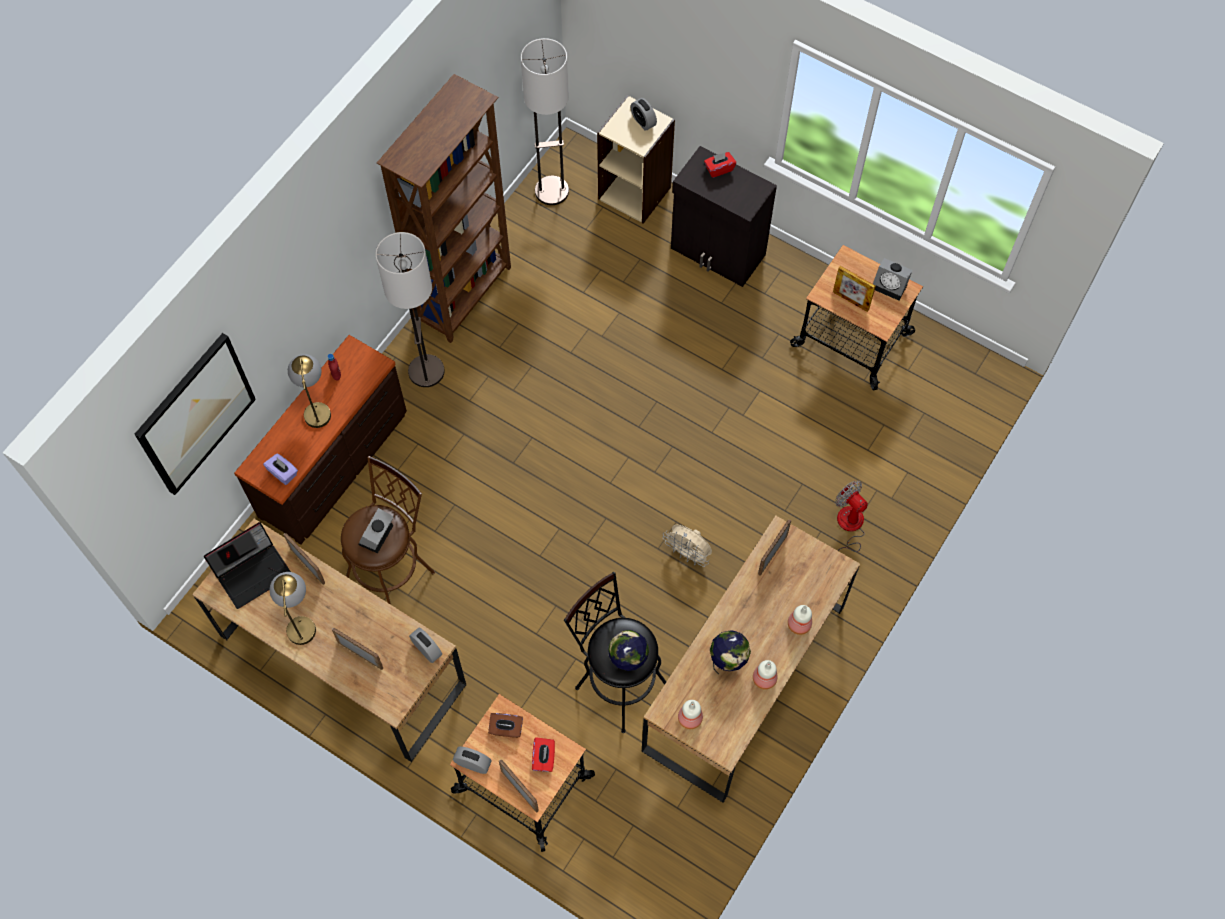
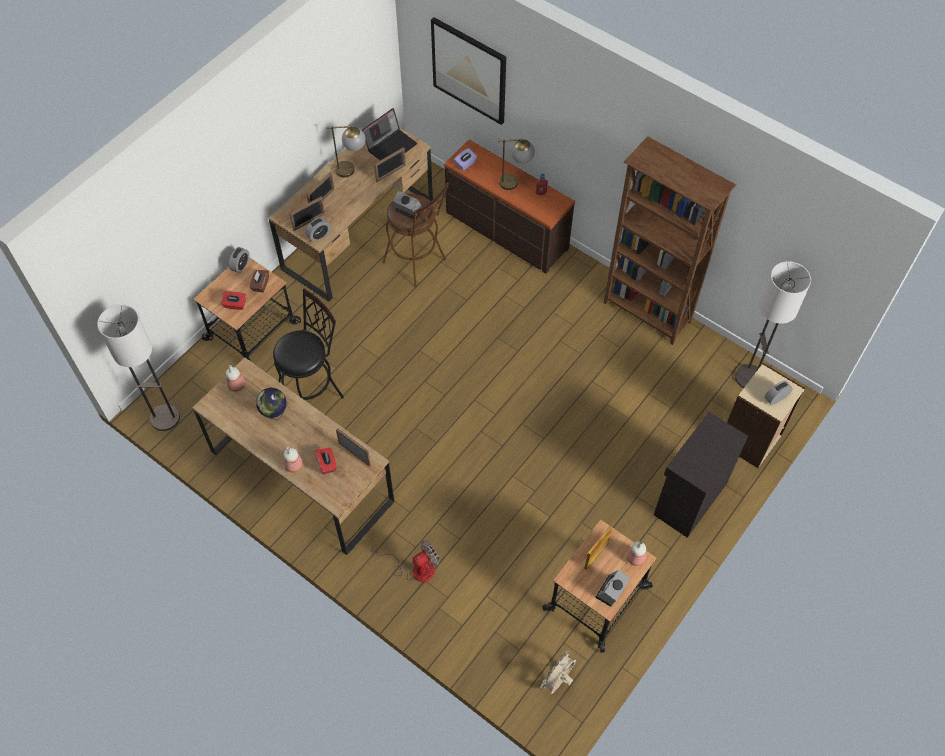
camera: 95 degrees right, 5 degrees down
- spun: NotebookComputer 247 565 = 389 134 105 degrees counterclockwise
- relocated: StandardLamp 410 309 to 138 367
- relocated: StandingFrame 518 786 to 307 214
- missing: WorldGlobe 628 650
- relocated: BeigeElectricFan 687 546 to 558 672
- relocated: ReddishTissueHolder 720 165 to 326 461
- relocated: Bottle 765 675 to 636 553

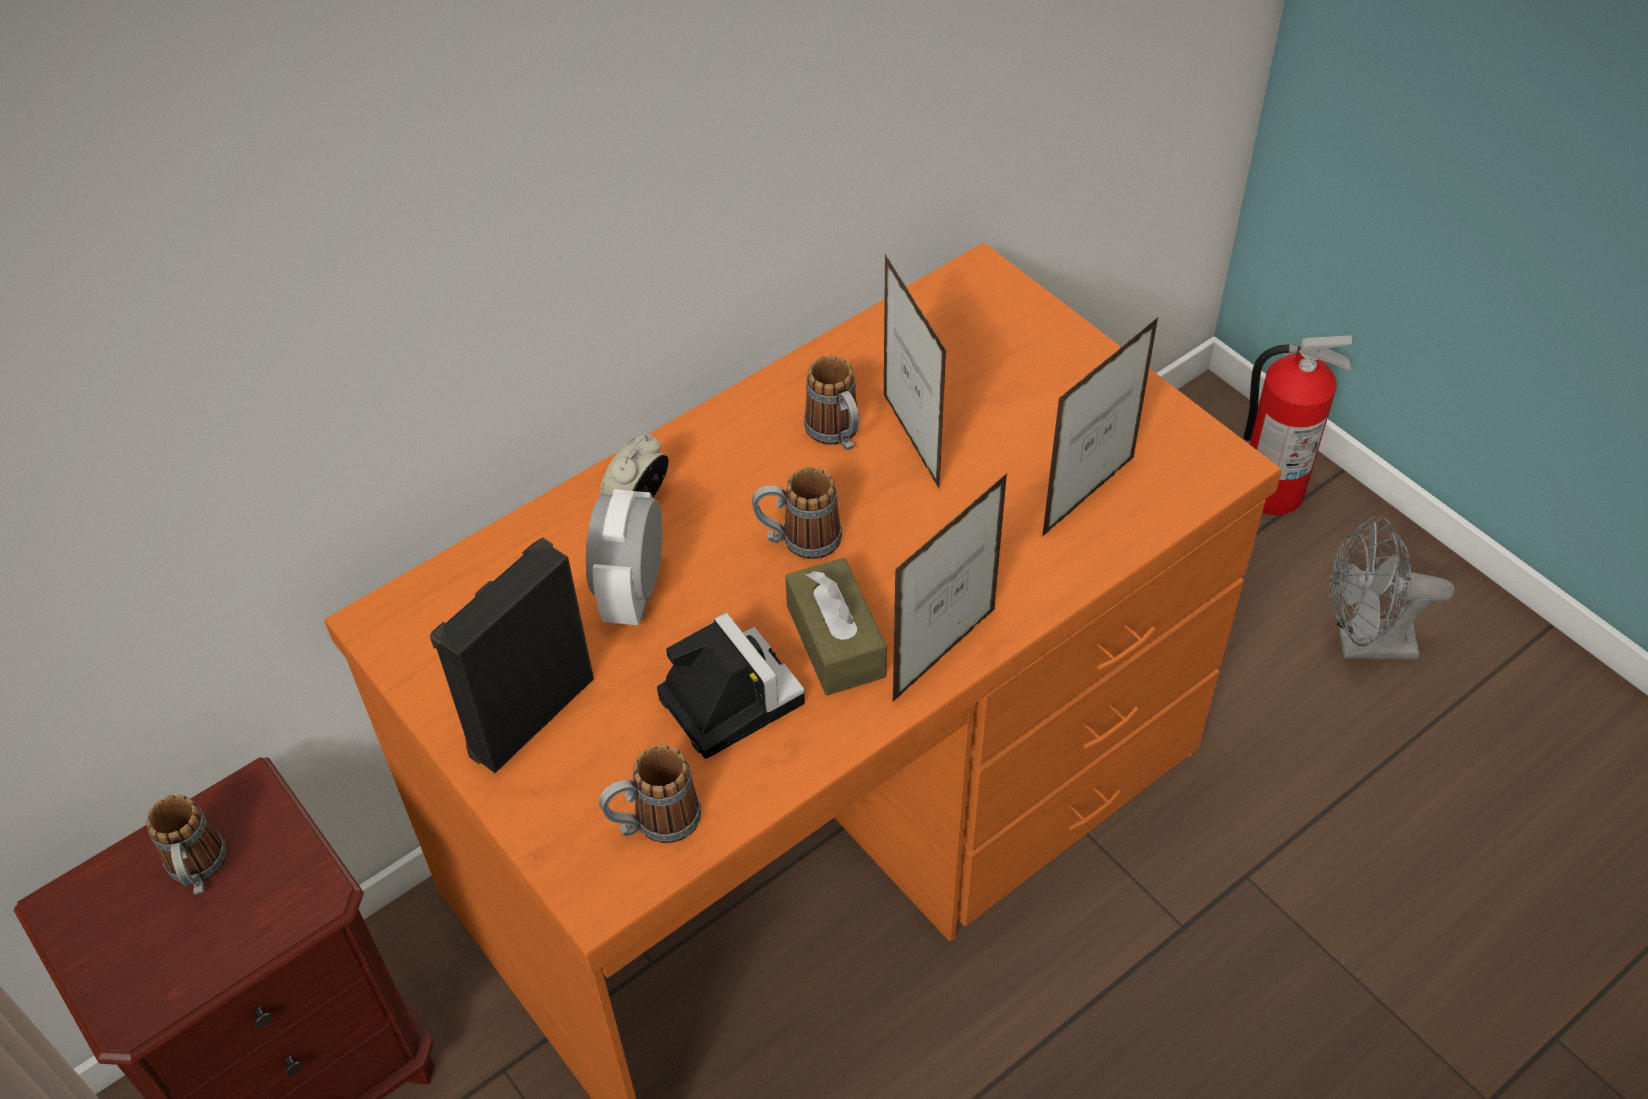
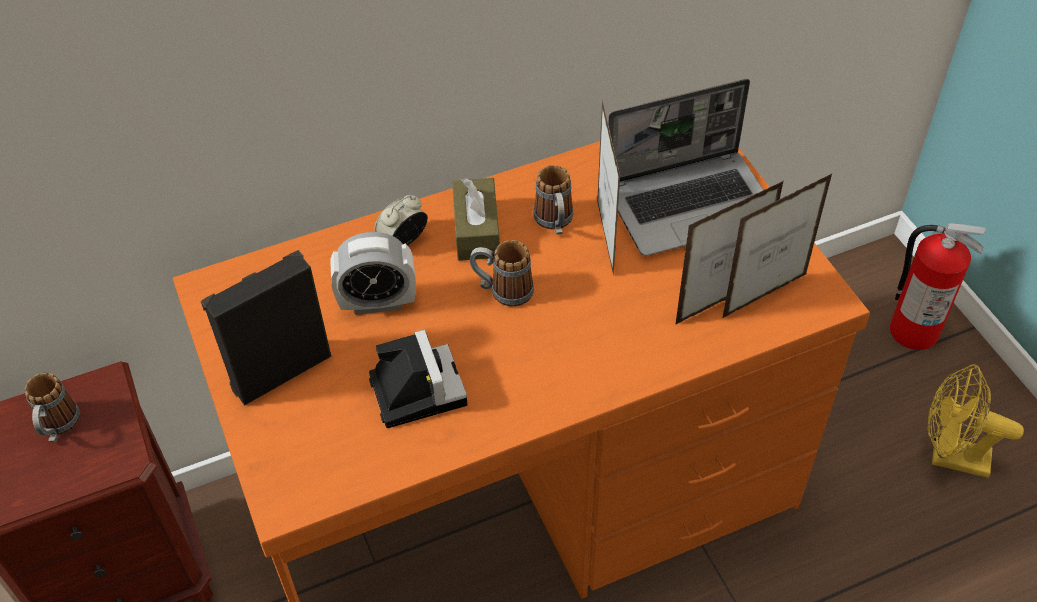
camera: 15 degrees right, 0 degrees up
- spun: TableClock 624 557 = 373 273 120 degrees counterclockwise
- missing: CoffeeMug 650 793
- relocated: BrownTissueHolder 836 627 to 476 219
- relocated: StandingFrame 950 587 to 778 245
- colour: GrayElectricFan 1392 587 to YellowColouredElectricFan 975 421
- appeared: NotebookComputer 685 167

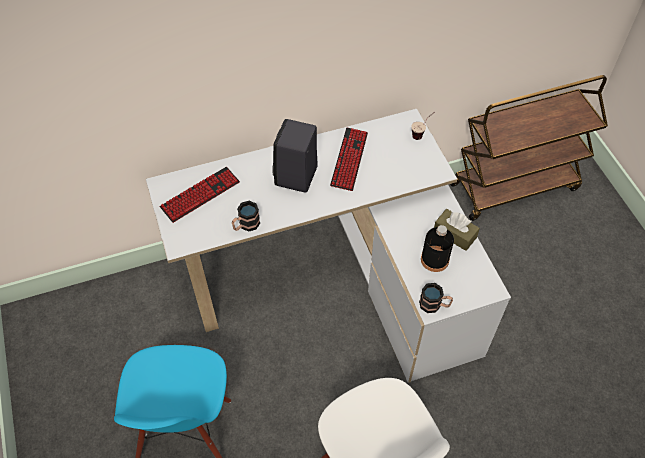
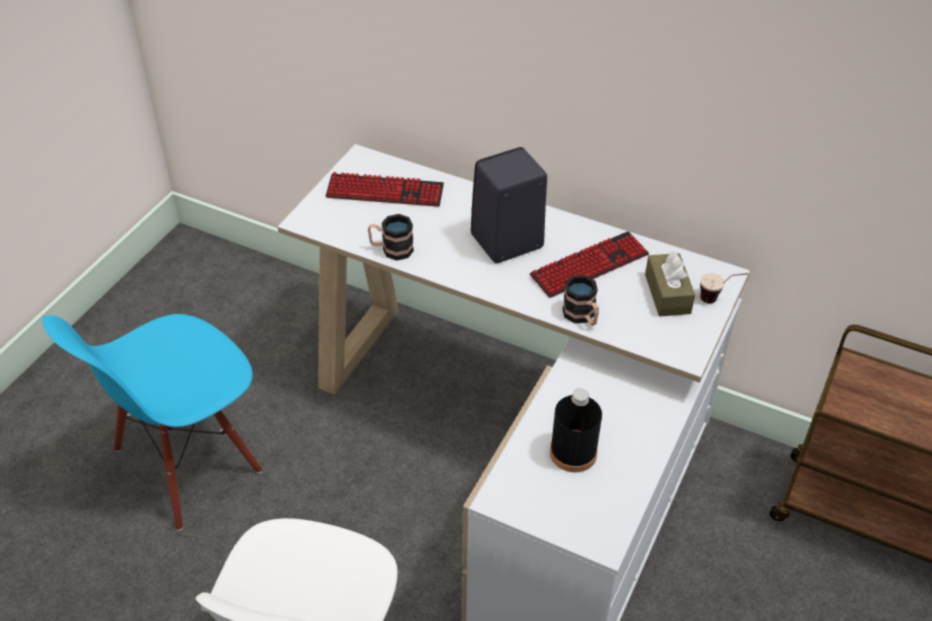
camera: 45 degrees right, 10 degrees down
- relocated: CoffeeMug 436 298 to 580 300
- relocated: BrownTissueHolder 457 230 to 670 283

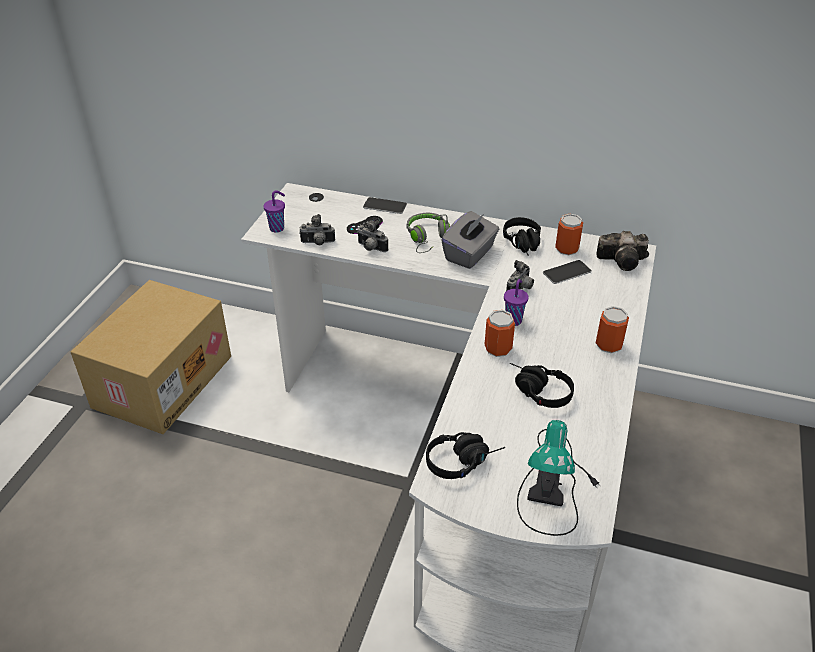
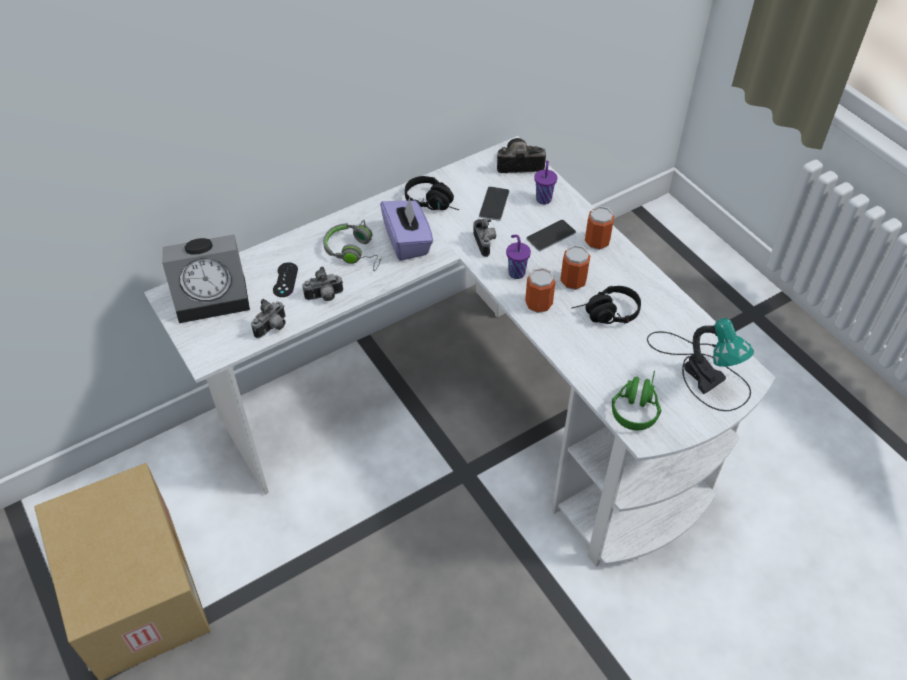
camera: 50 degrees left, 10 degrees up
- relocated: PurpleCup 274 211 to 546 182
- relocated: Telephone 385 205 to 551 235
- colour: BlackColouredPairOfHeadphones 465 455 to GreenishPairOfHeadphones 636 400
- colour: GrayTissueHolder 470 240 to PurpleTissueHolder 406 229
- relocated: Can 569 234 to 575 267
- spun: PhotoCamera 622 251 = 521 155 135 degrees counterclockwise
- appeared: TableClock 206 278

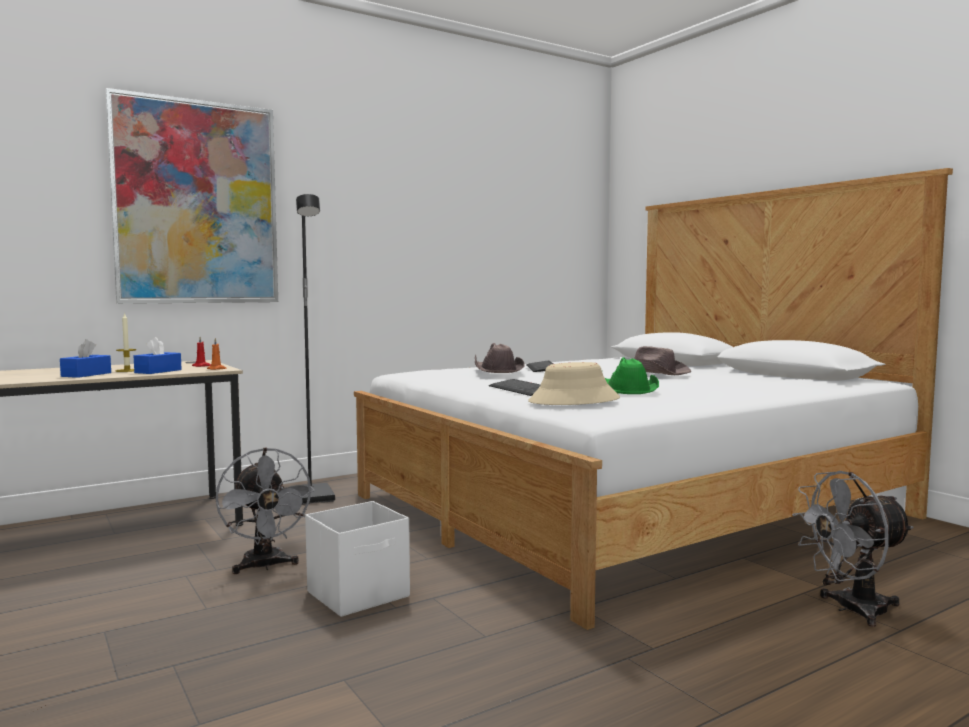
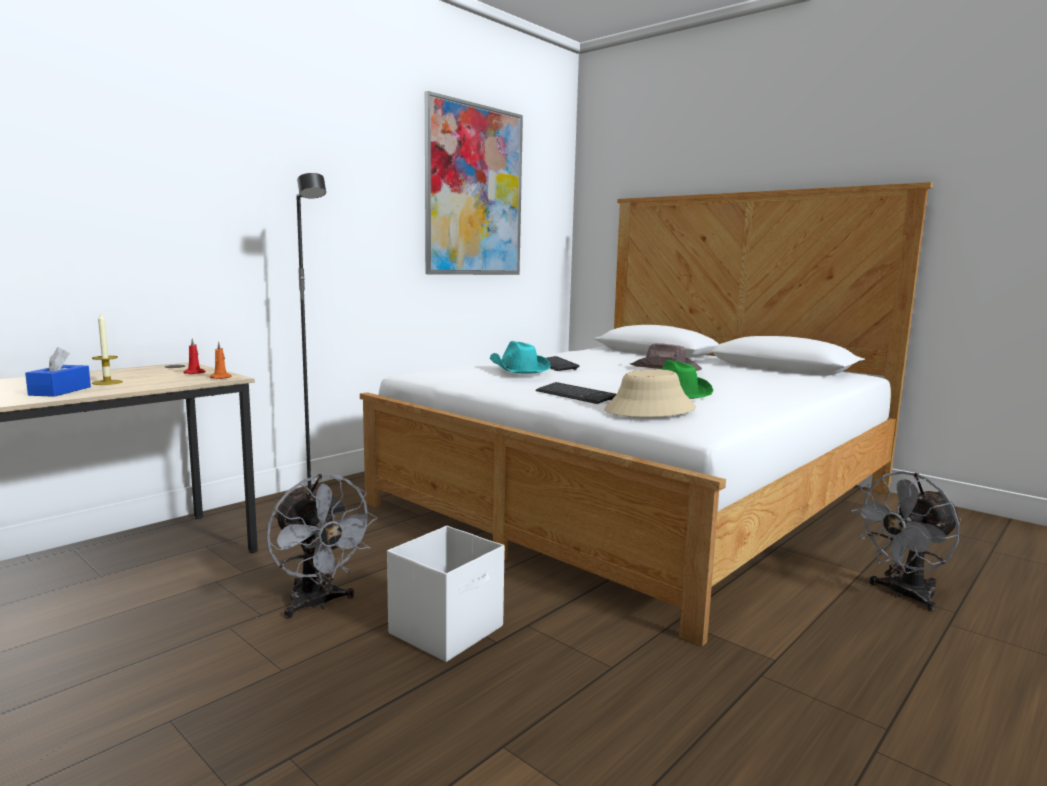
camera: 15 degrees left, 5 degrees up
- relocated: WallArt 191 196 to 474 183
- missing: BlueTissueHolder 158 355
- colour: BrownHat 500 358 to BlueGreenHat 520 357

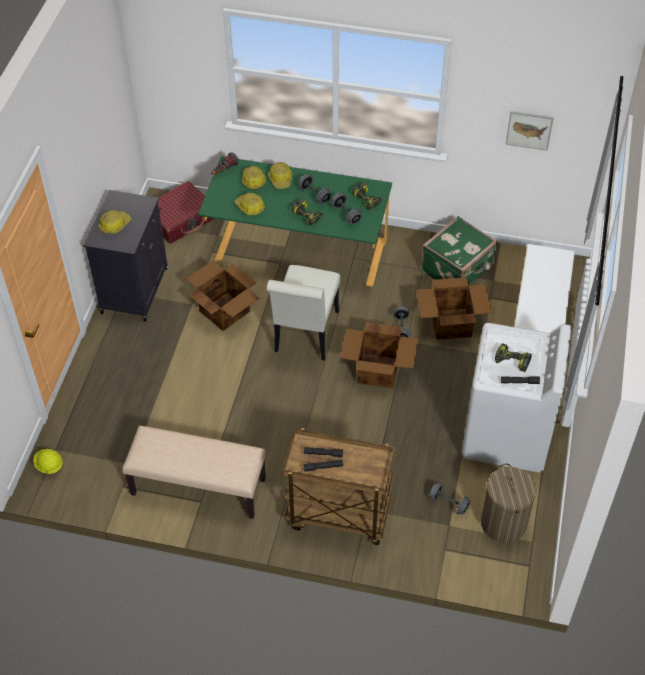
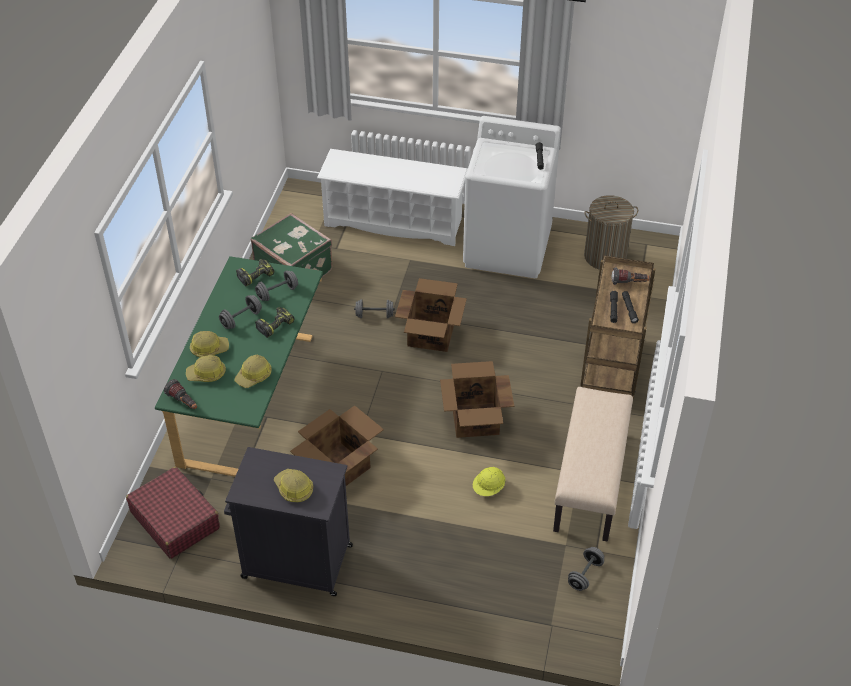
camera: 90 degrees left, 5 degrees down
- relocated: YellowColouredWorkHelmet 48 461 to 489 481
- missing: WhitePlainChair 303 313
- relocated: Carton 454 308 to 477 399
- relocated: GrayDumbbell 449 498 to 586 569
- missing: ElectricDrill 513 357
- missing: WallArt 529 131
- appeared: Torch 630 276

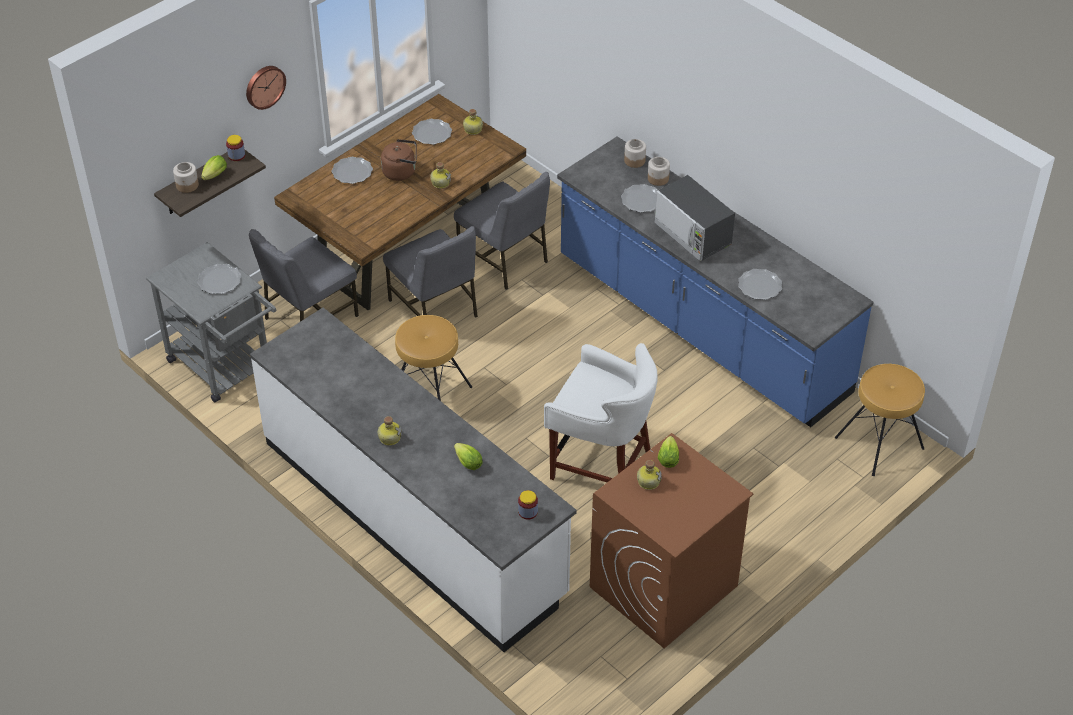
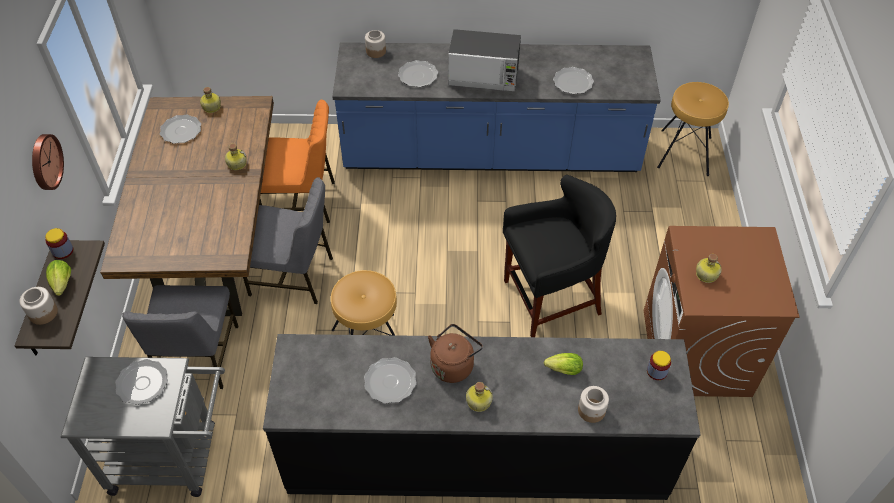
camera: 45 degrees left, 5 degrees up
- colour: WhiteKitchenCounter 413 480 to BlackColouredKitchenCounter 482 417
- relocated: DinnerPlate 352 170 to 390 380
- relocated: BrownKettle 399 160 to 455 353
- colour: GrayPlainChair 502 231 to OrangeColouredPlainChair 297 161
- colour: WhiteStool 601 412 to BlackColouredStool 559 256
- relocated: PreserveJar 659 171 to 593 404
- missing: HeadOfLettuce 668 452

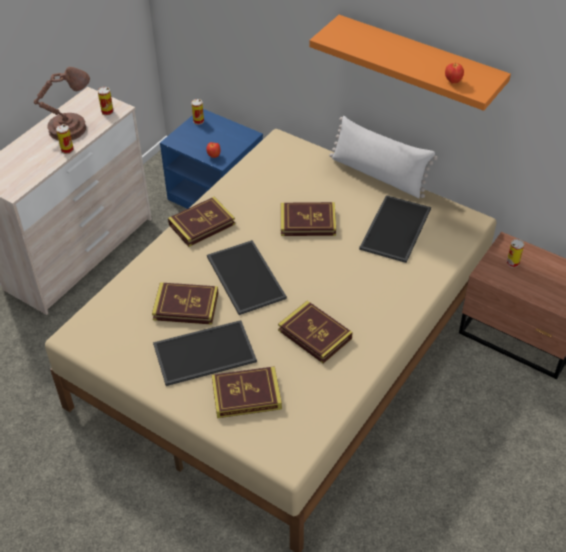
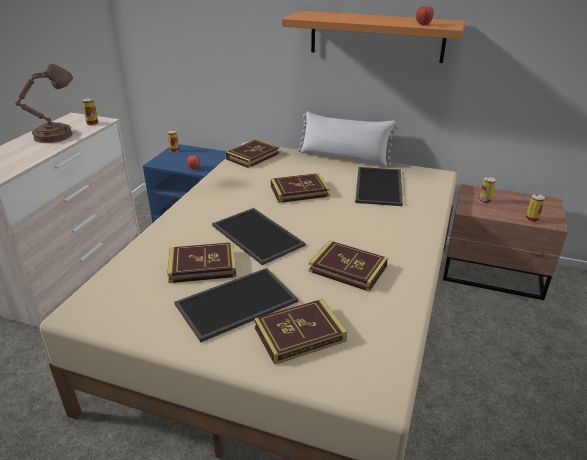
camera: 15 degrees left, 15 degrees down
- relocated: Can 65 139 to 535 208
- relocated: Volume 201 222 to 252 153

